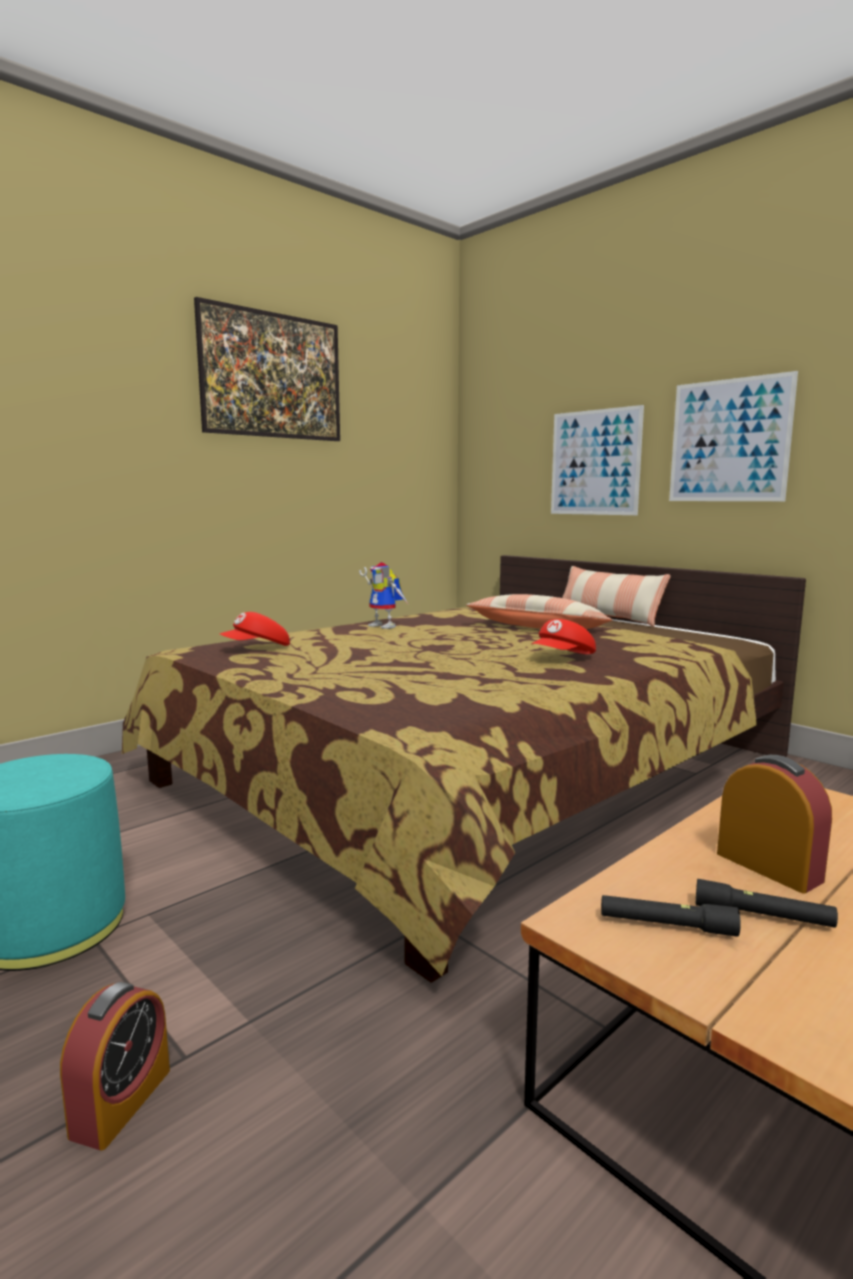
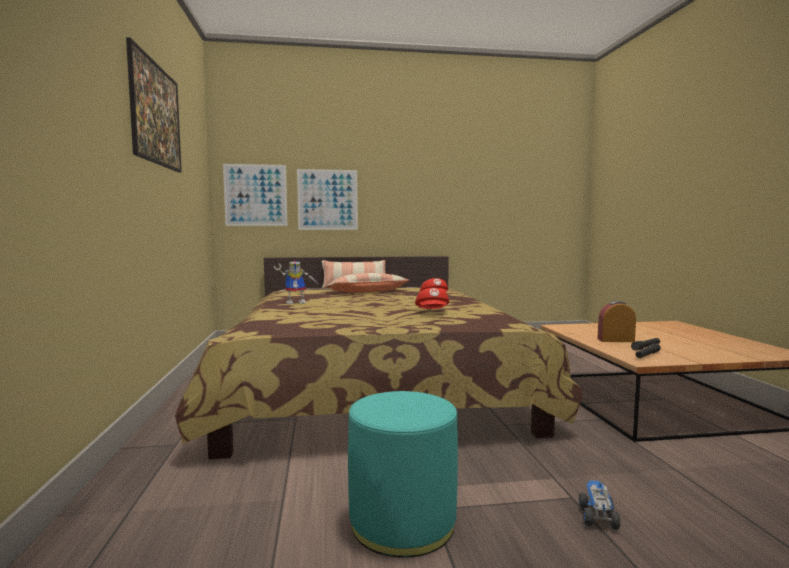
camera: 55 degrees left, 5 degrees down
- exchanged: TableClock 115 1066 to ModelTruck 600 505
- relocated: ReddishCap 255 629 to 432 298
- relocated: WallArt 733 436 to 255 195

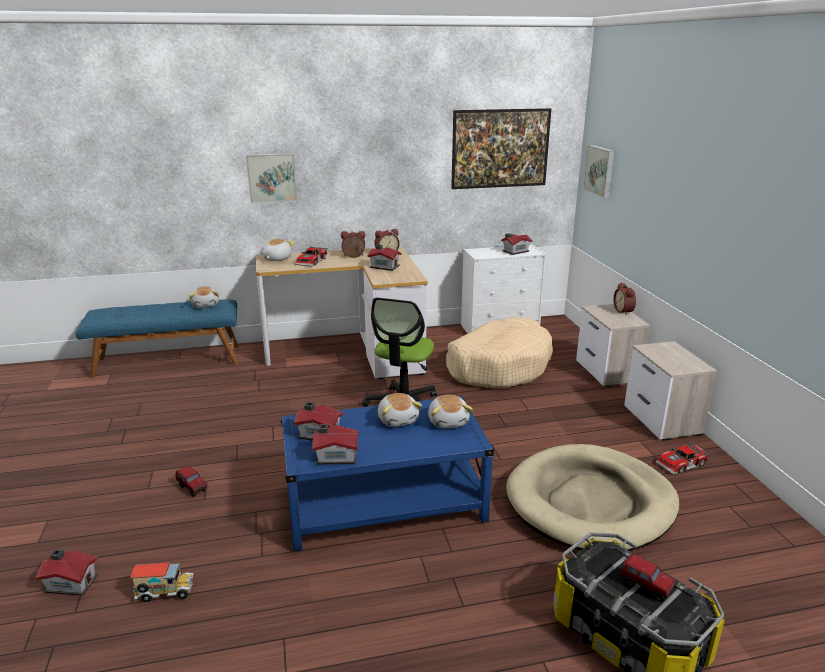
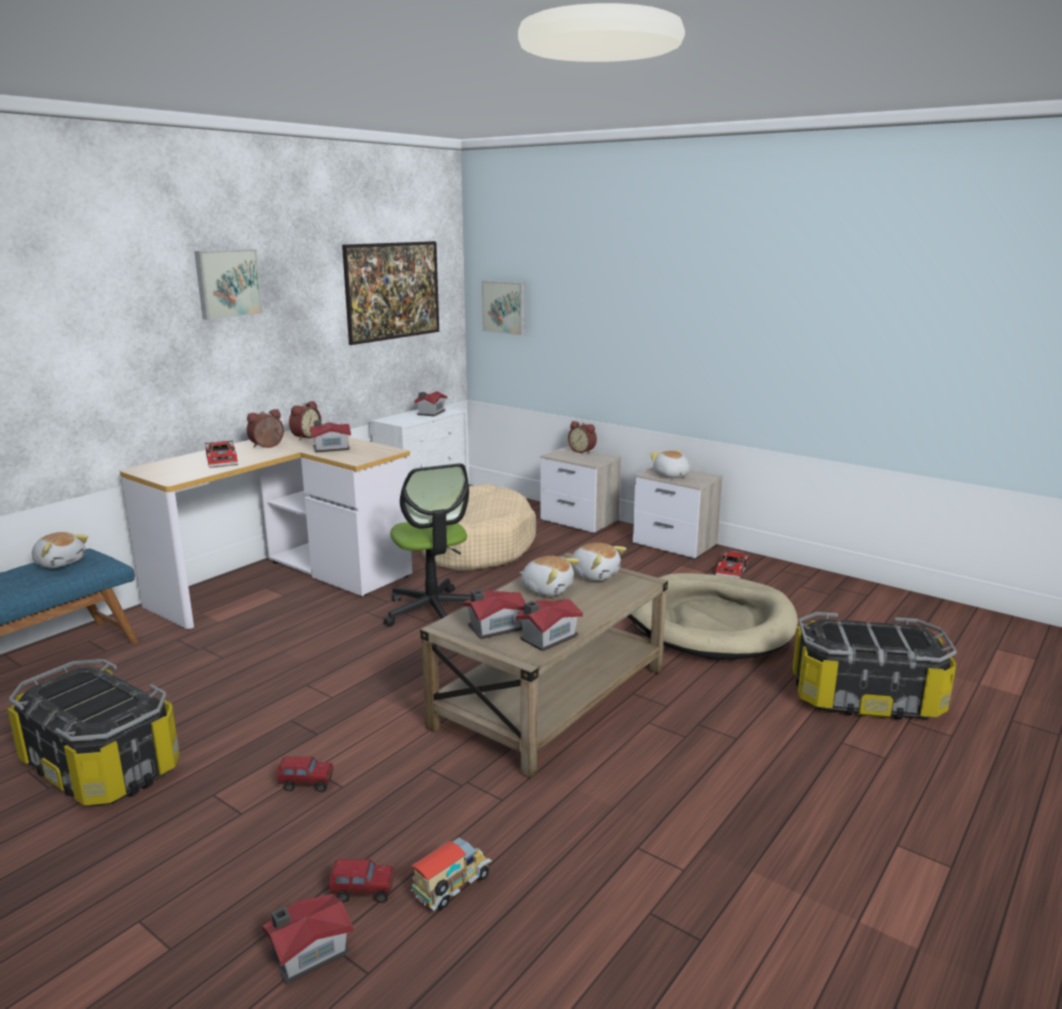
camera: 40 degrees left, 5 degrees down
- relocated: WallArt 271 178 to 228 284
- relocated: CuddlyToy 279 250 to 670 464
- colour: BlueLoungeTable 387 474 to BeigeLoungeTable 544 665
- relocated: ModelTruck 648 578 to 361 881
- appeared: StorageBox 93 732

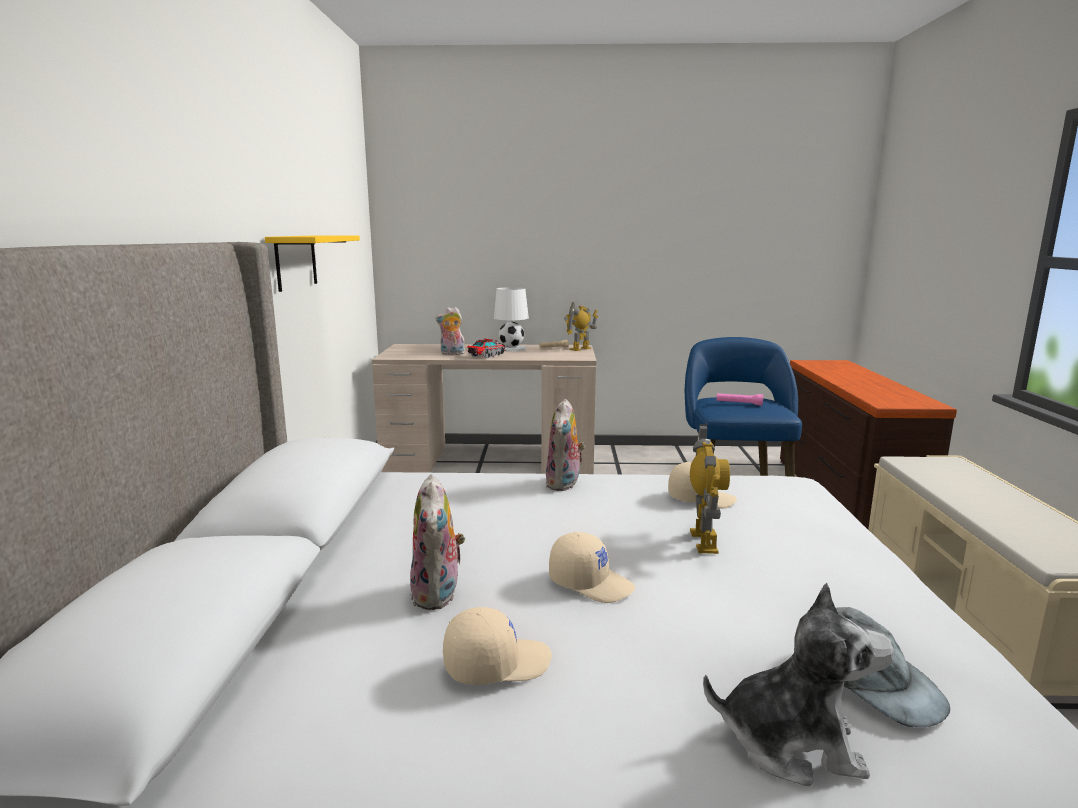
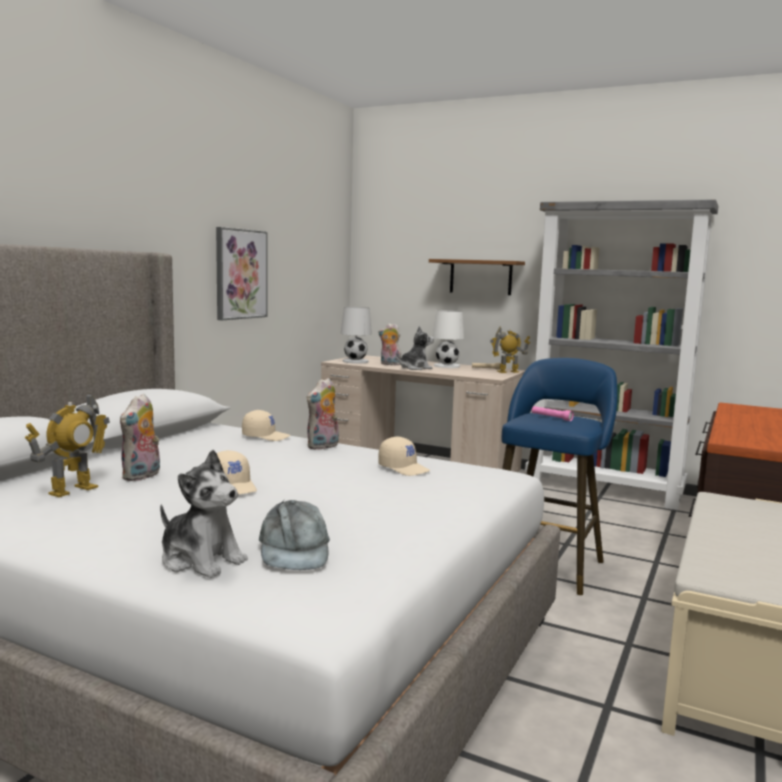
camera: 25 degrees right, 5 degrees down
- exchanged: YellowColouredBracketShelf 312 263 to WallArt 242 273
- relocated: BeigeCap 497 646 to 266 425
- exchanged: ModelTruck 486 349 to CuddlyToy 415 348
- relocated: ToyRobot 710 489 to 67 445
- appeared: WhiteTabletopLamp 356 335
- appeared: BrownBracketShelf 477 277
- appeared: GrayBookcase 621 354

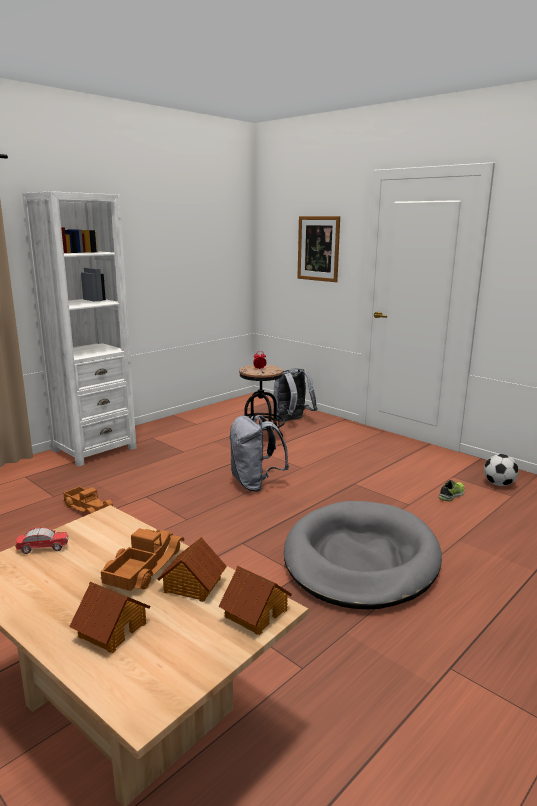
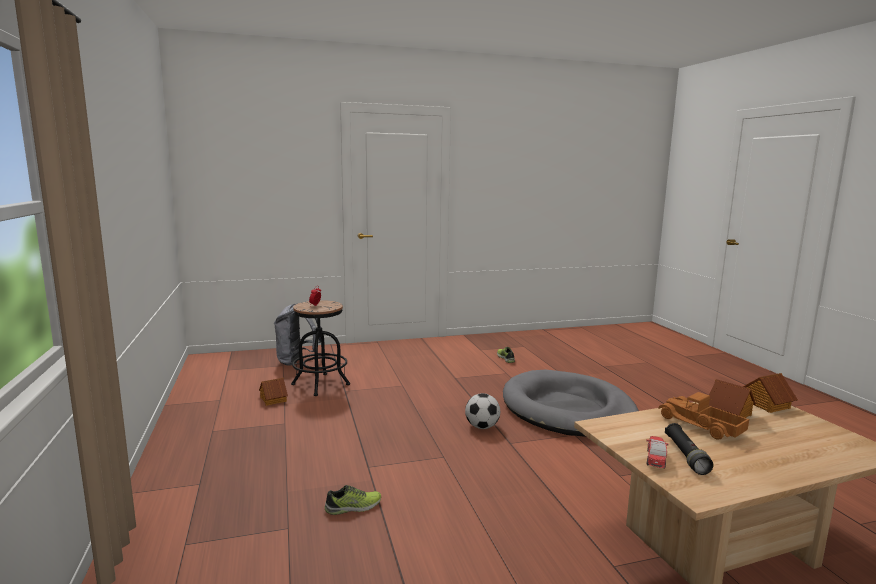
camera: 60 degrees left, 5 degrees down
- missing: WhiteBookcase 79 328
- exchanged: ModelTruck 88 500 to Shoe 352 500
- relocated: ToyHouse 109 617 to 273 392
- missing: GrayBackpack 259 453
- missing: WallArt 318 249
- relocated: FootballBall 501 470 to 482 411
- appeared: BlackColouredTorch 689 449

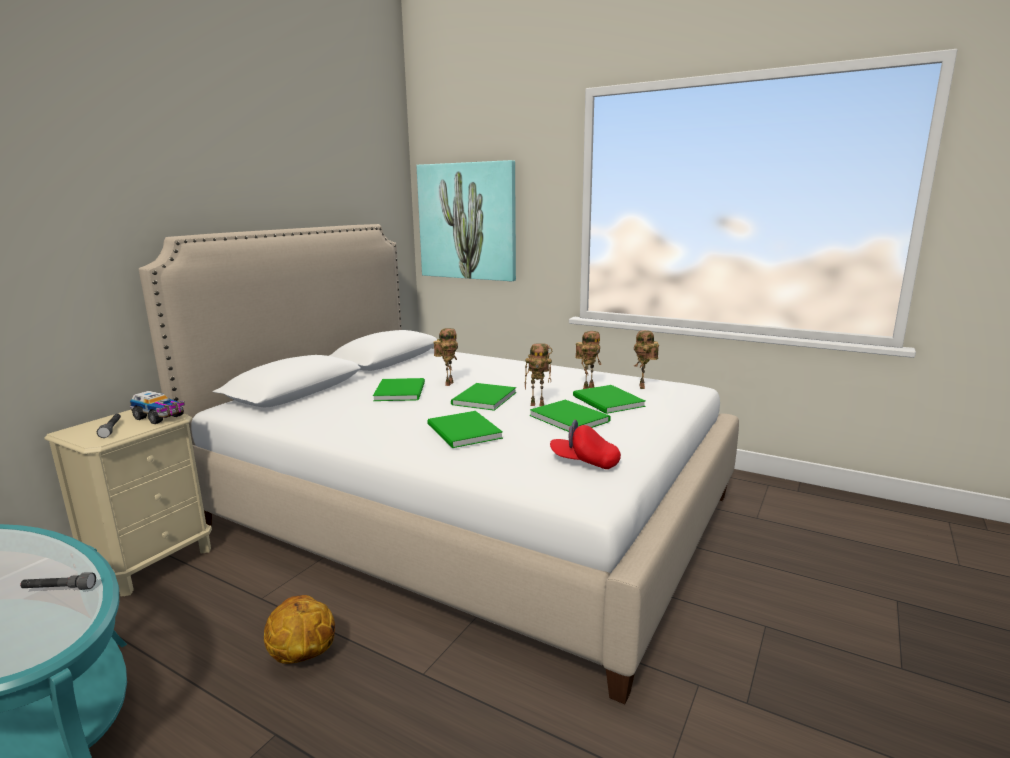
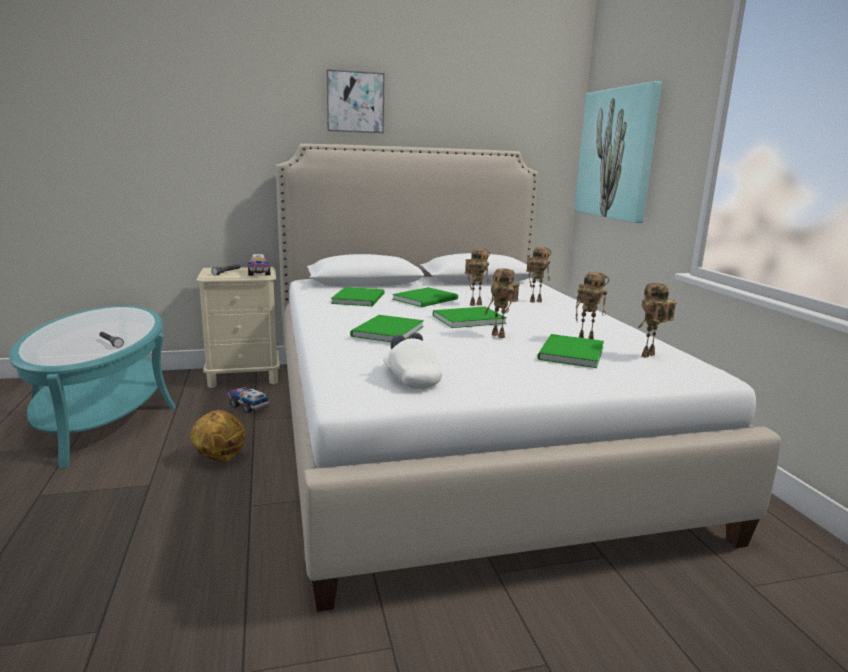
camera: 45 degrees right, 0 degrees up
- relocated: GreenishVolume 570 416 to 358 296
- colour: ReddishCap 585 444 to WhiteCap 412 360
- appeared: ModelTruck 248 400
- appeared: WallArt 355 101
- appeared: ToyRobot 538 275

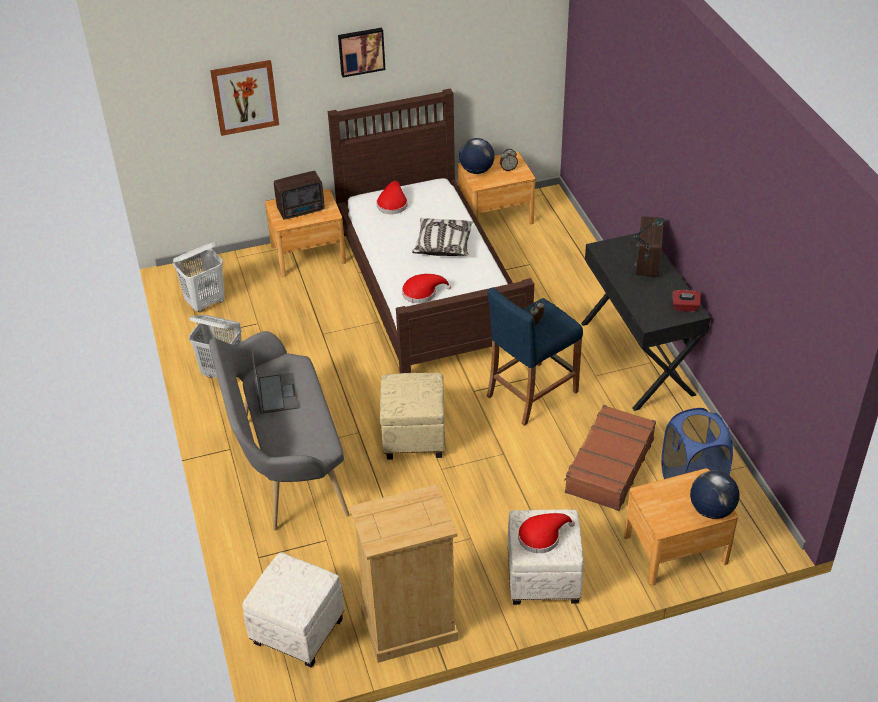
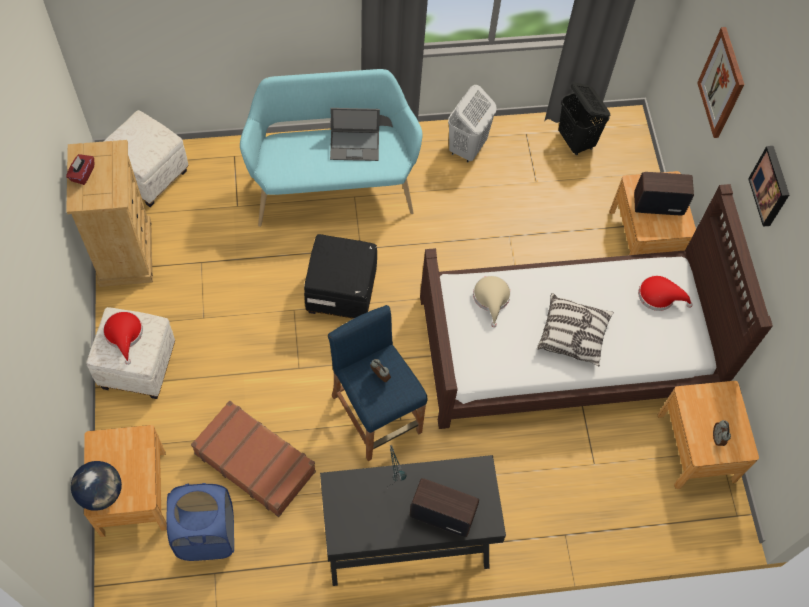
camera: 95 degrees right, 20 degrees up
- colour: WhiteHamper 199 277 to BlackColouredHamper 584 118
- colour: GrayBench 279 430 to BlueGreenBench 331 148
- spun: Radio 299 195 = 664 193 105 degrees clockwise
- colour: BeigeOttoman 413 416 to BlackColouredOttoman 340 276
- colour: ReddishHat 426 288 to BeigeHat 492 301
- missing: WorldGlobe 477 156
- relocated: ReddishTissueHolder 686 301 to 80 169

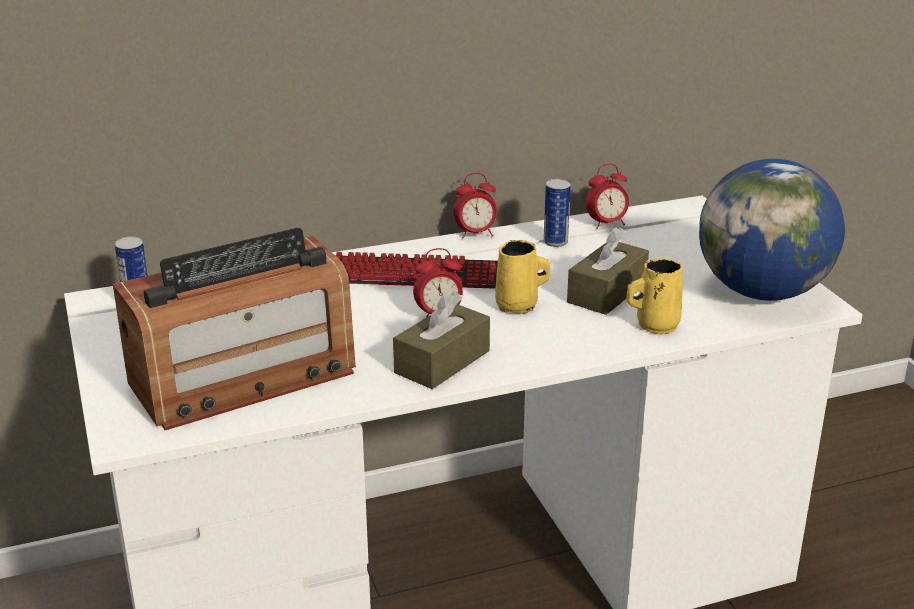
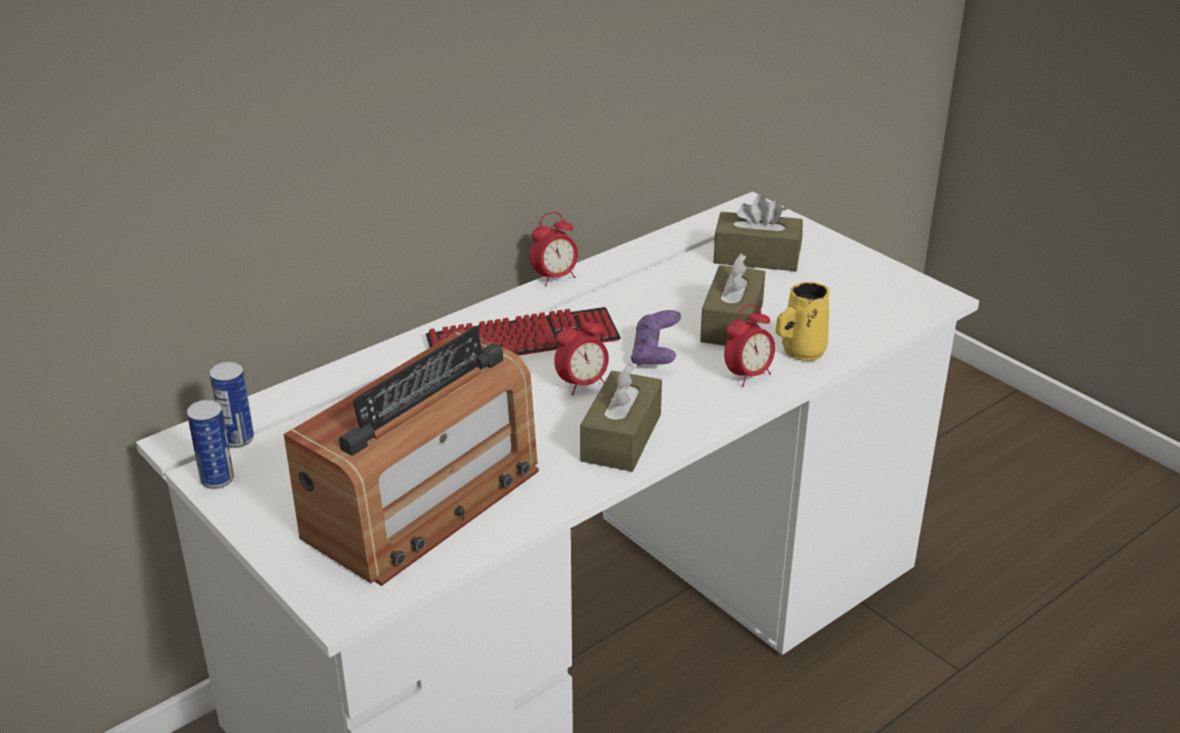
camera: 20 degrees left, 5 degrees up
- exchanged: YellowColouredCoffeeMug 522 277 to PurpleJoypad 656 338
- relocated: Can 557 213 to 210 444
- relocated: TableClock 607 196 to 749 345
- missing: WorldGlobe 772 230
- appeared: BrownTissueHolder 758 232

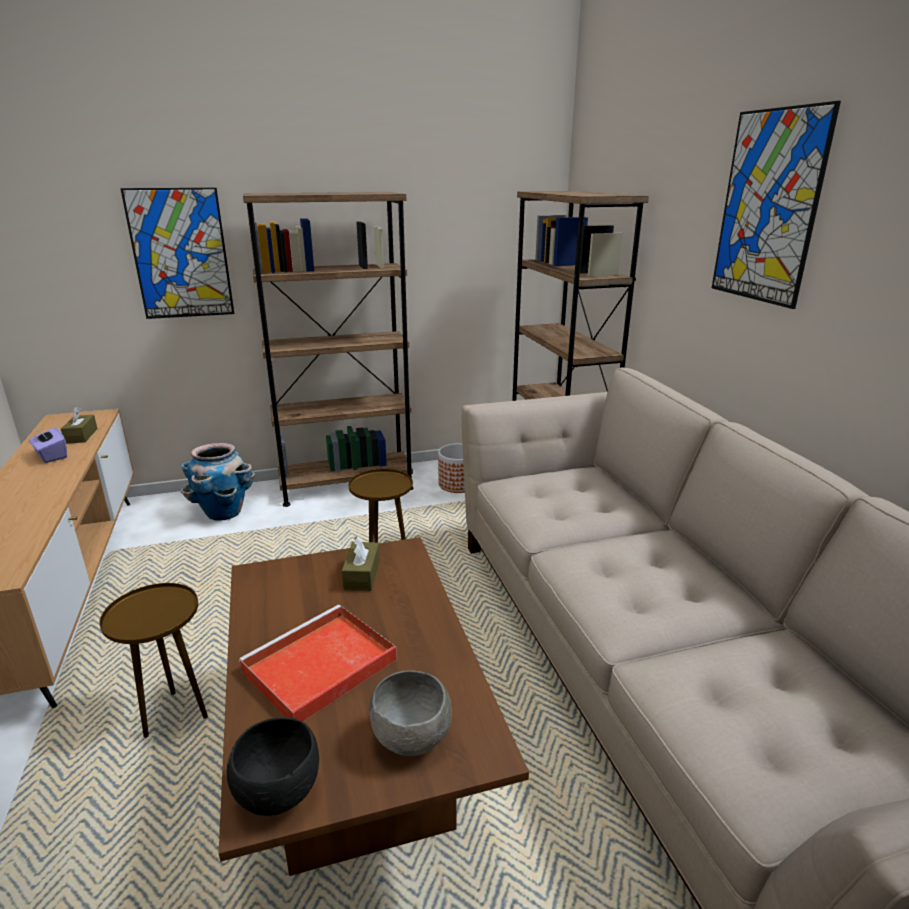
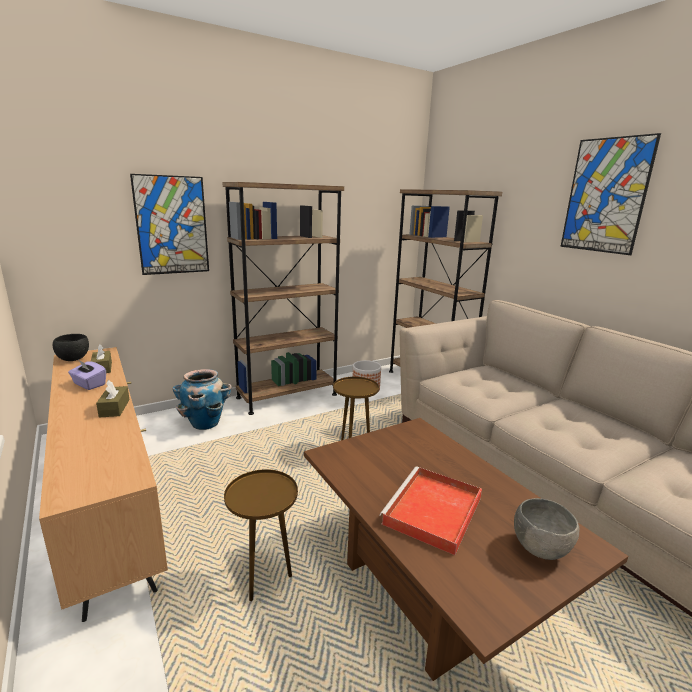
camera: 15 degrees left, 5 degrees down
- relocated: BlackColouredDeepDish 273 766 to 71 347
- relocated: BrownTissueHolder 361 563 to 113 399

